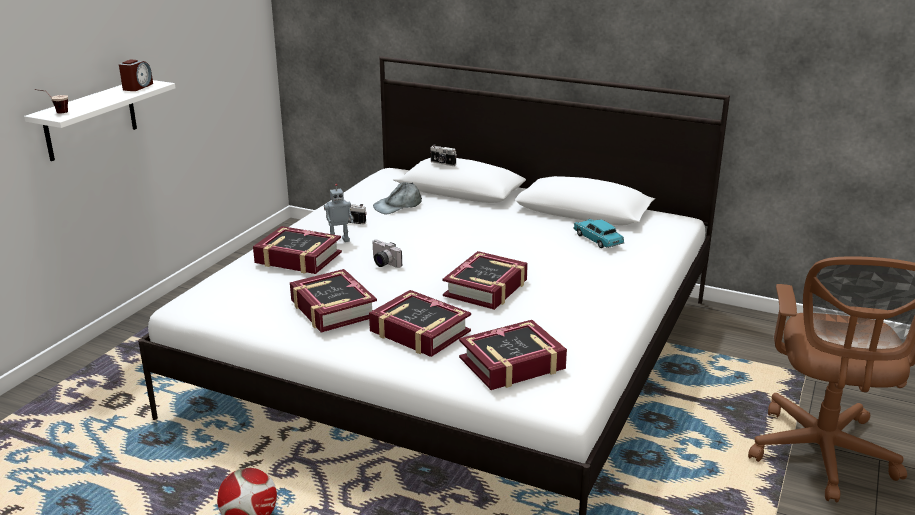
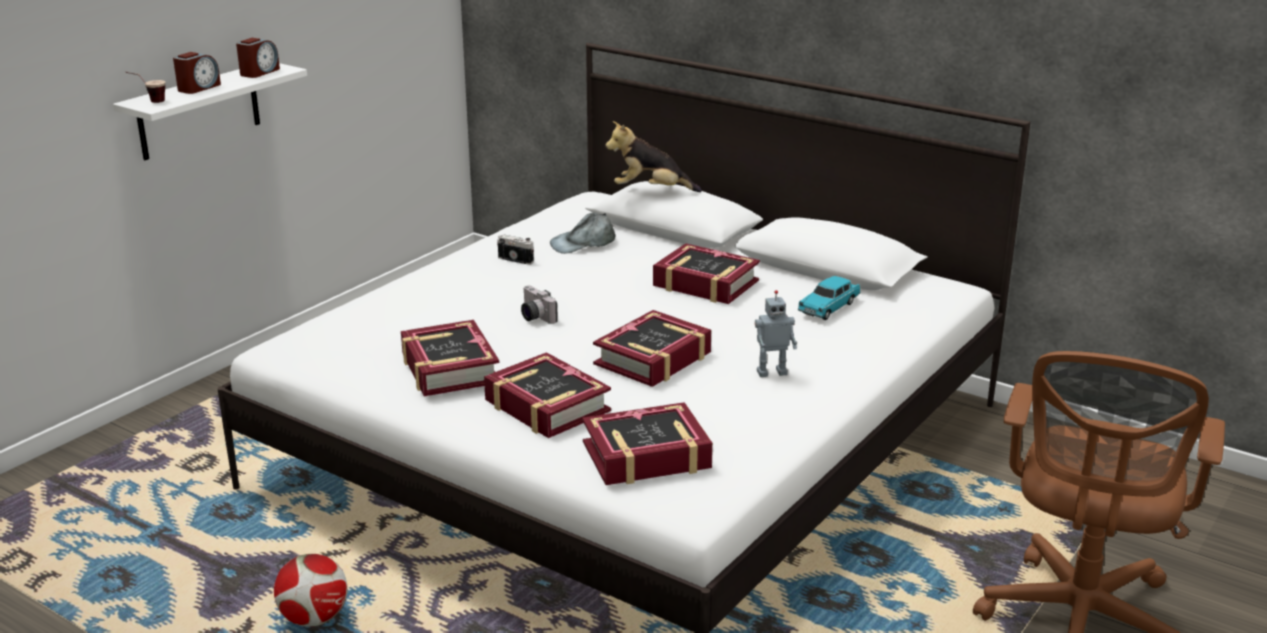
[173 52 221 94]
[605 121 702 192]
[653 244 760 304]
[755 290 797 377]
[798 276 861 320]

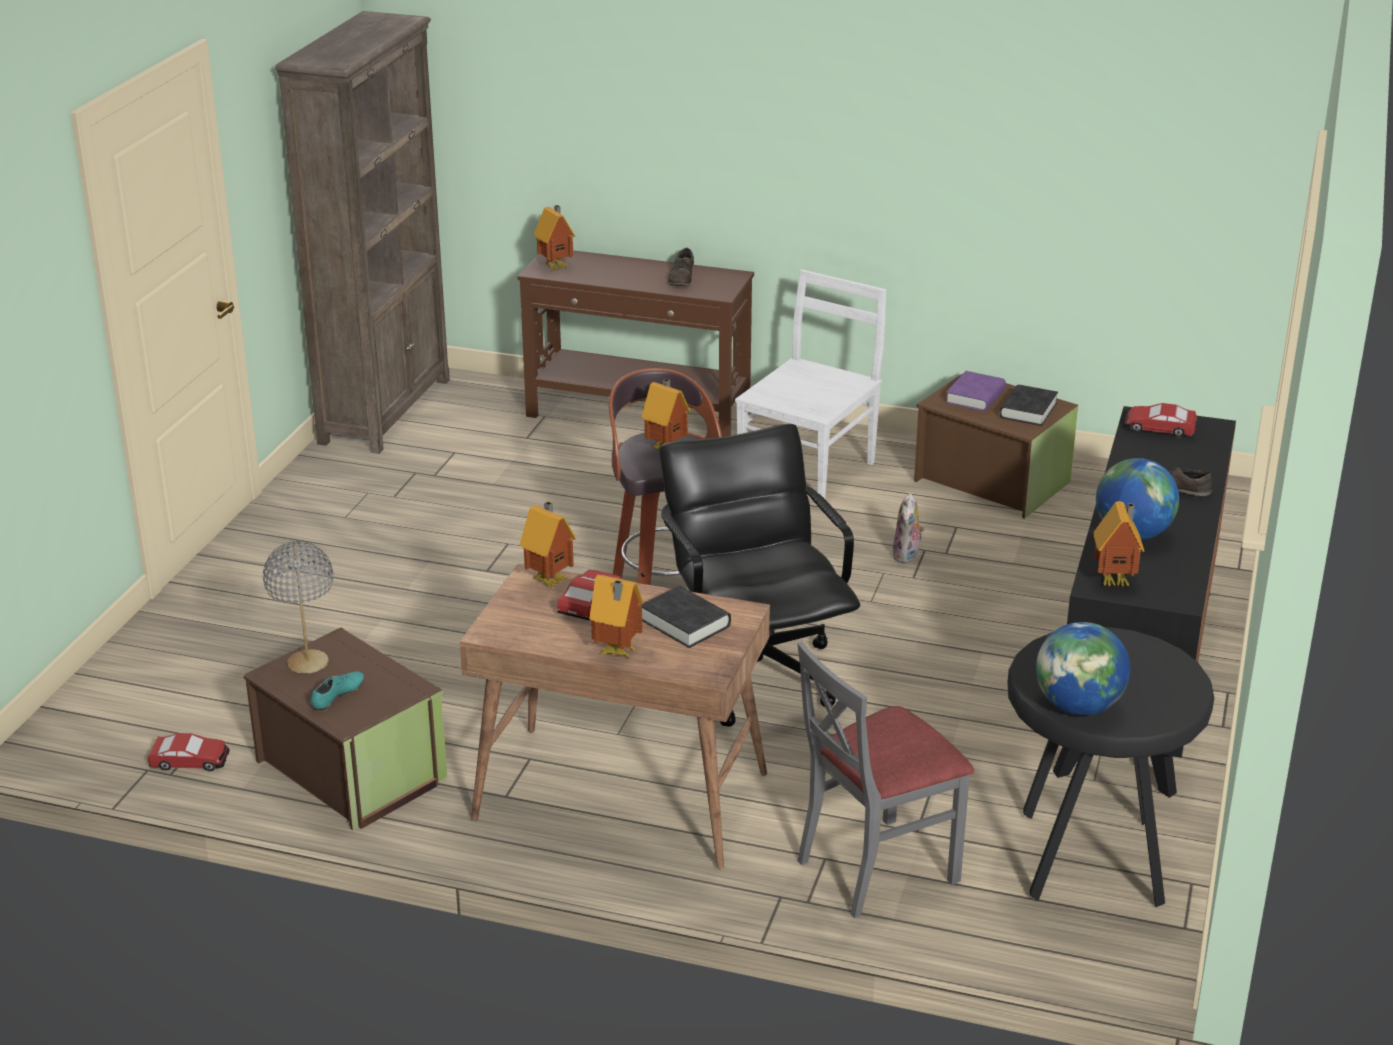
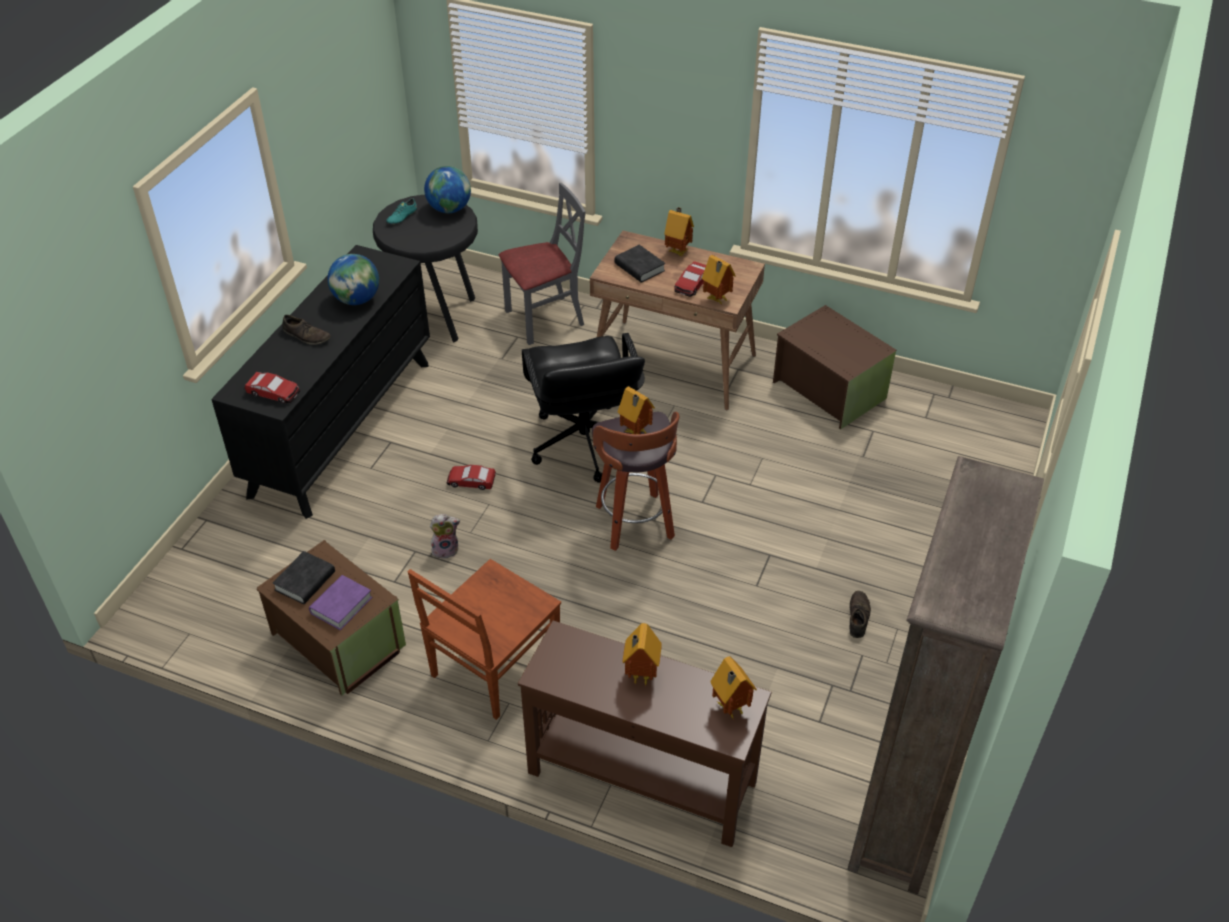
[386 198 417 225]
[408 559 561 720]
[430 514 460 560]
[447 465 496 490]
[623 623 661 686]
[849 591 871 638]
[263 541 333 674] (first image)

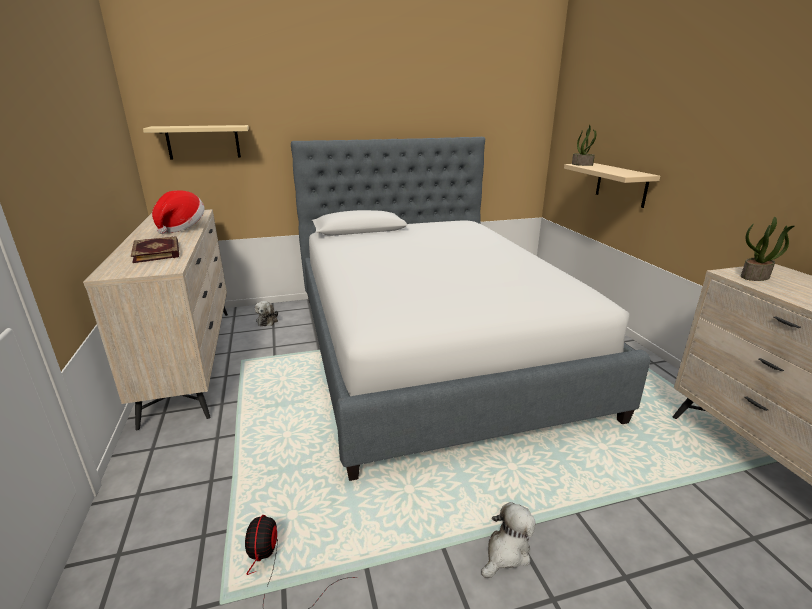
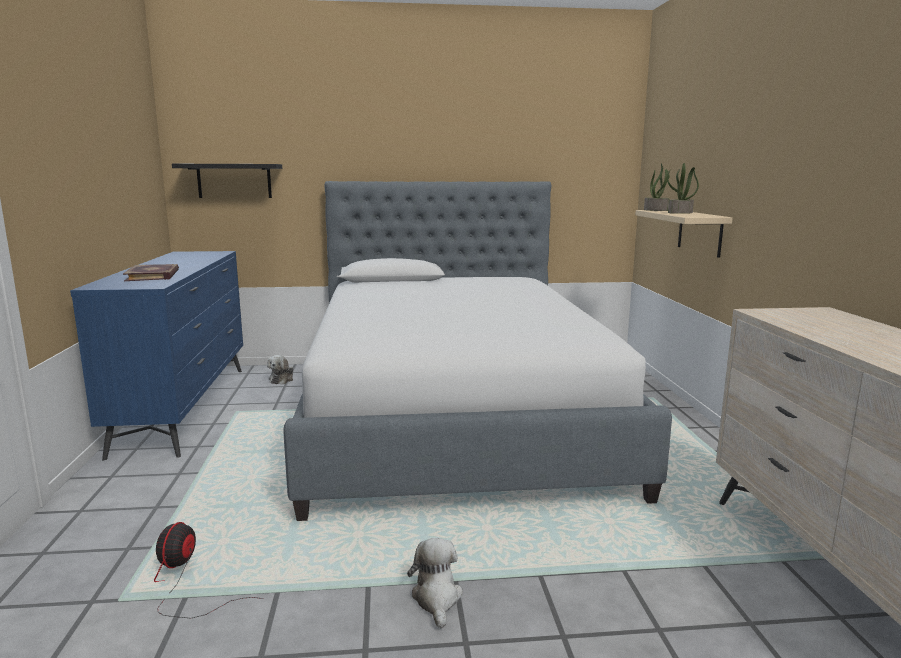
[70 251 243 460]
[172 164 282 198]
[407 538 463 629]
[667 163 699 214]
[152 190 205 234] (first image)

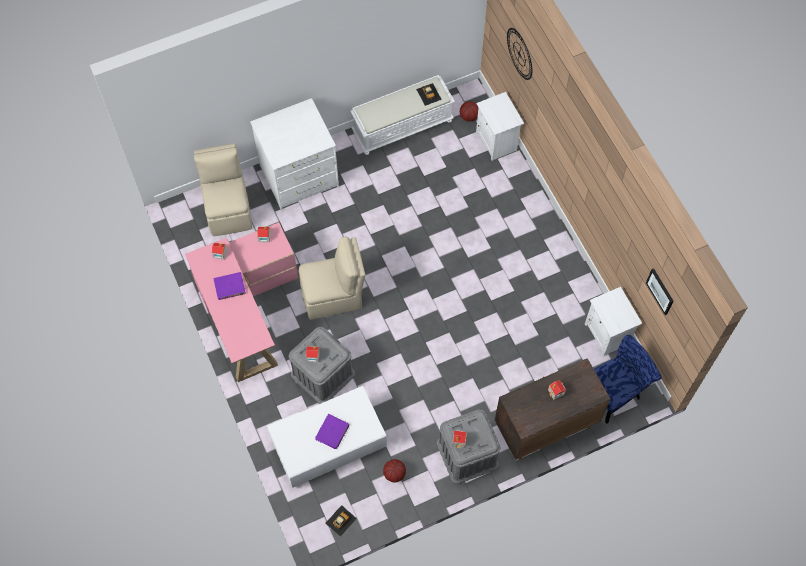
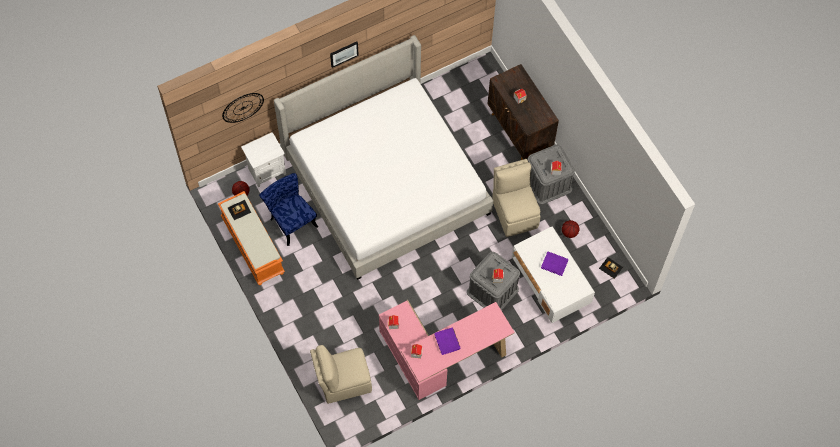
[218 191 285 285]
[259 173 318 246]
[274 35 493 280]
[330 42 359 68]
[492 159 541 237]
[250 98 339 210] (first image)
[585 287 642 357] (first image)

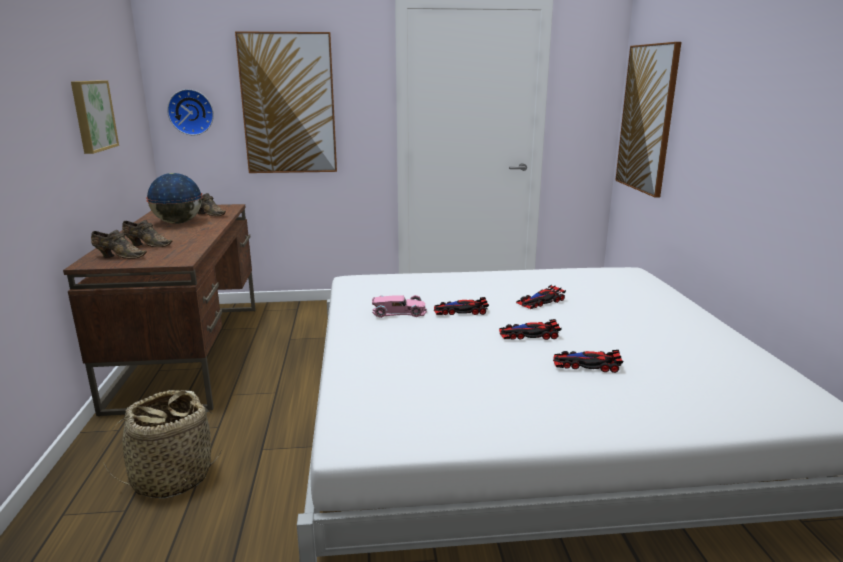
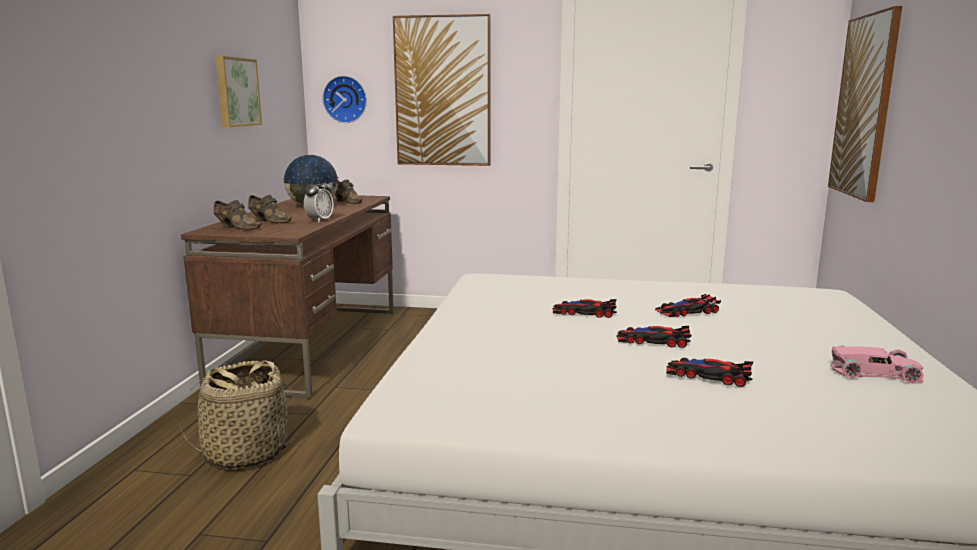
[304 178 334 223]
[830 345 924 384]

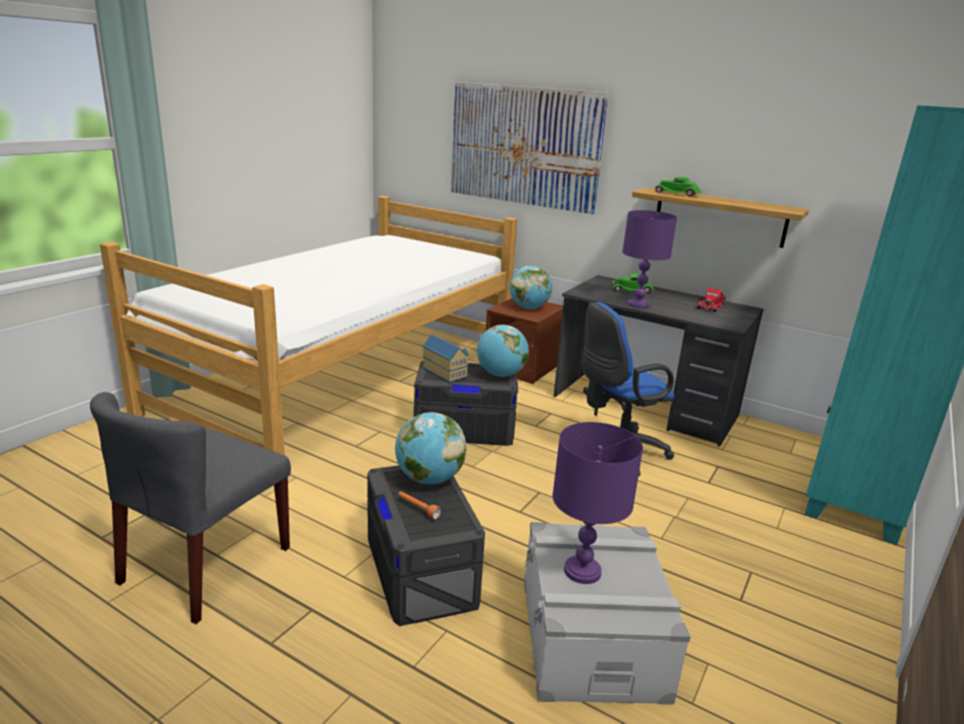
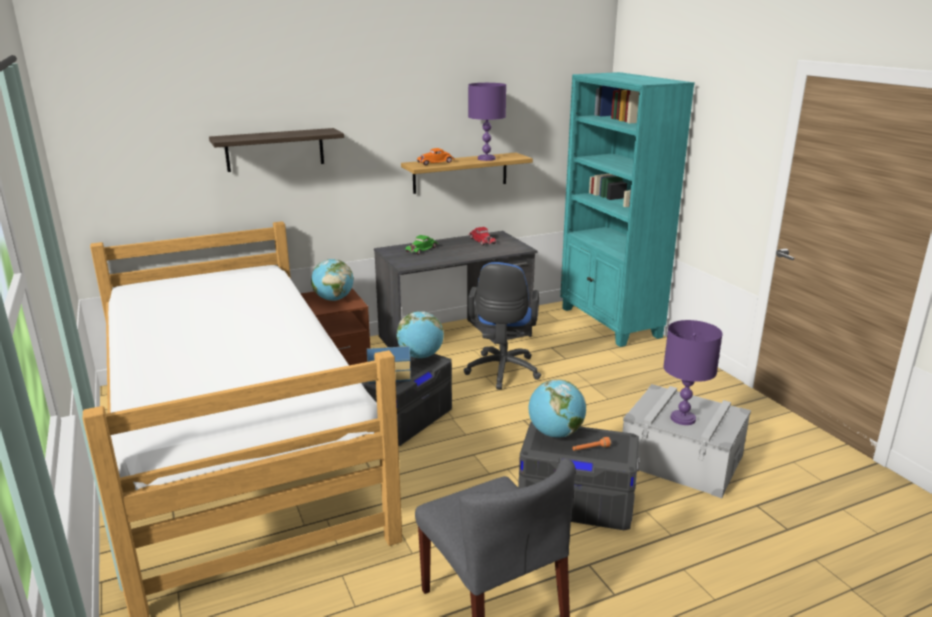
[209 128 344 172]
[417 148 455 165]
[468 83 506 161]

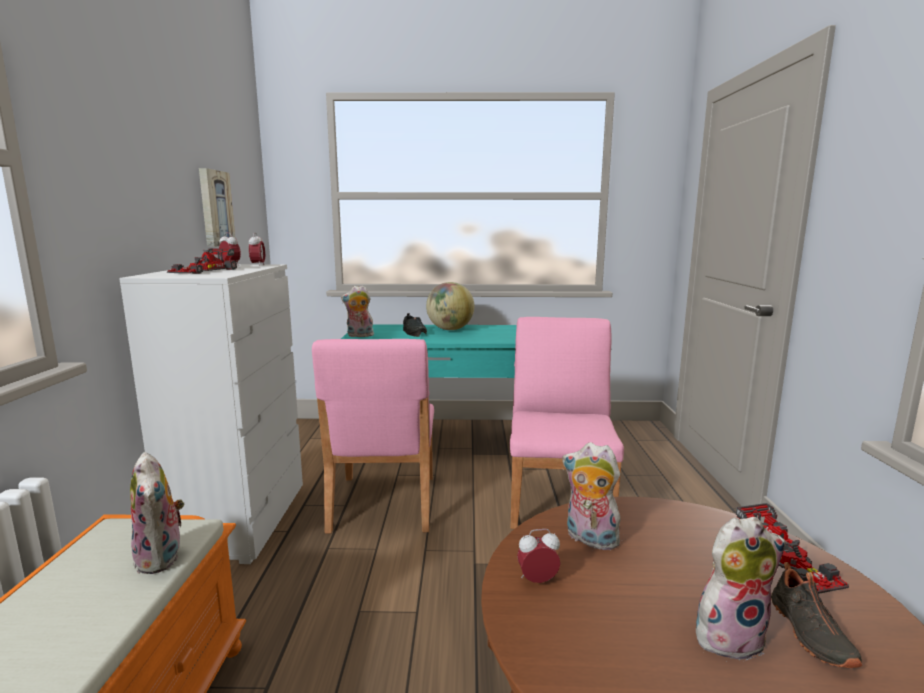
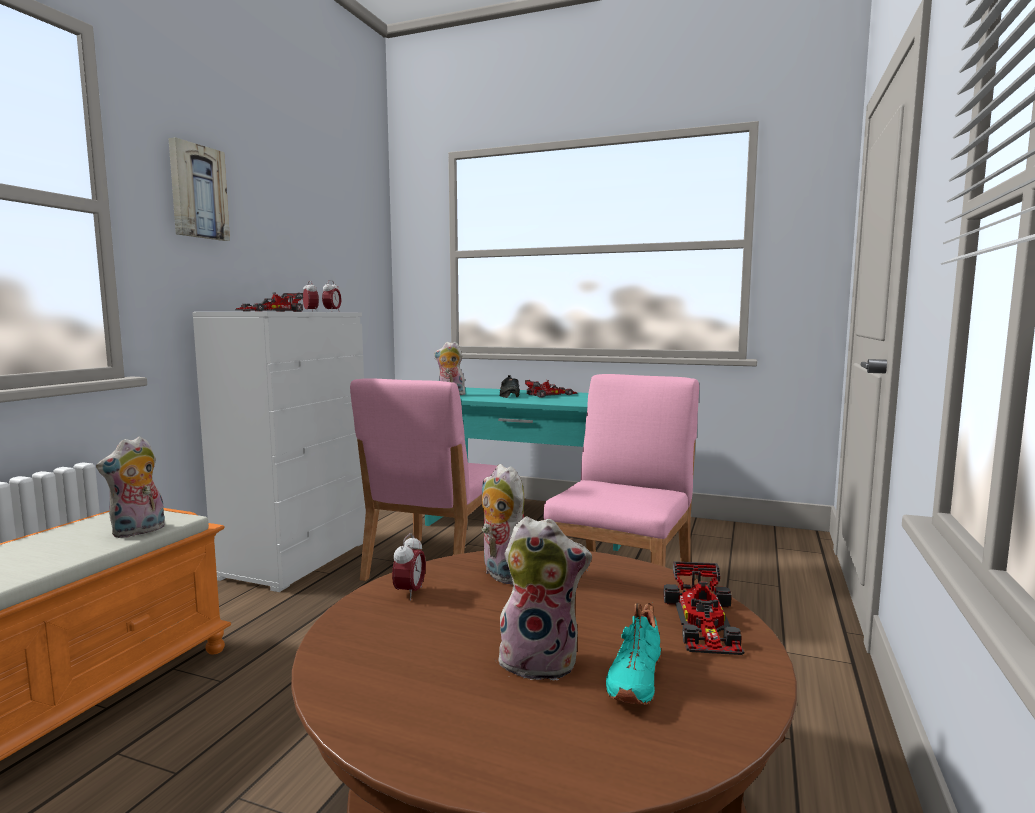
[96 436 165 538]
[169 137 230 241]
[392 533 426 600]
[525 380 577 397]
[606 603 661 705]

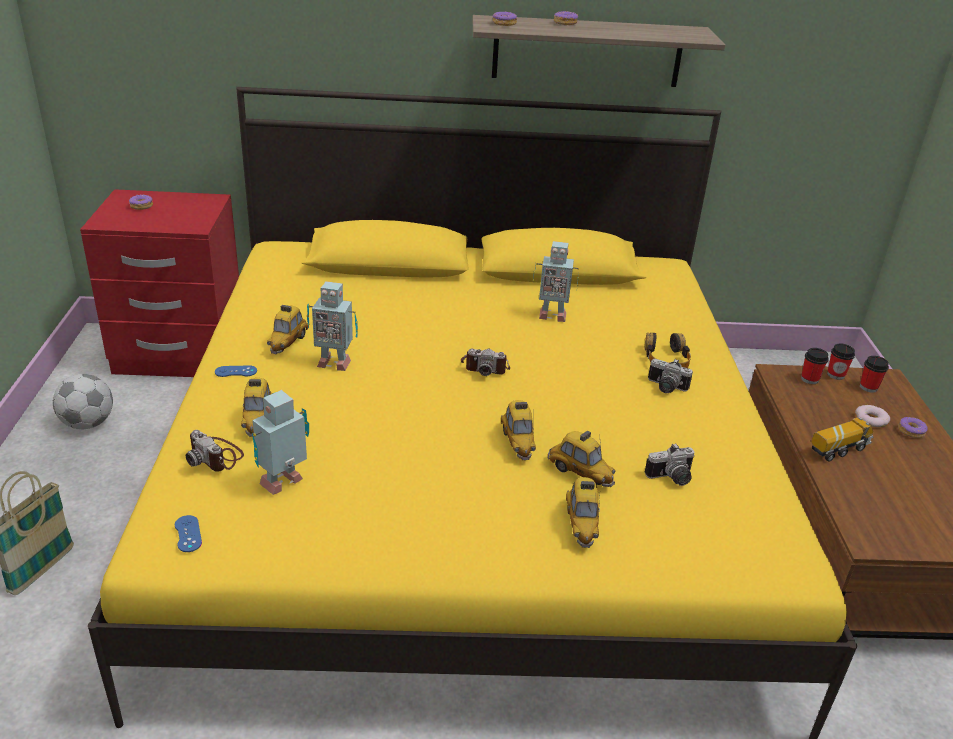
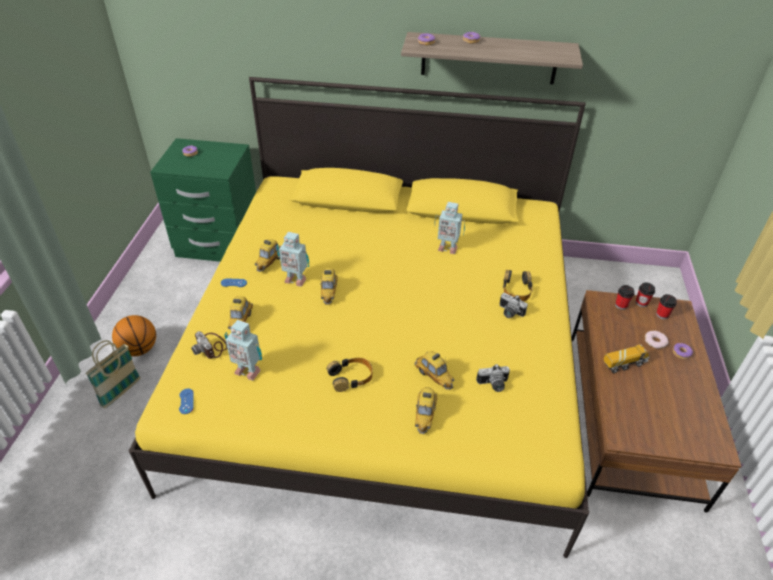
[112 315 156 357]
[150 138 256 262]
[224 320 262 381]
[320 268 338 305]
[326 358 373 392]
[53 374 113 429] (first image)
[461 348 510 376] (first image)

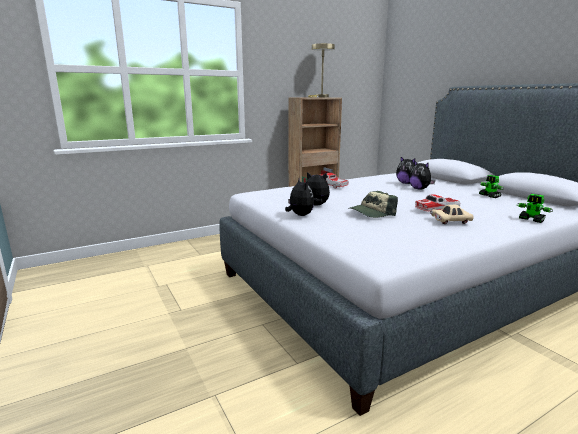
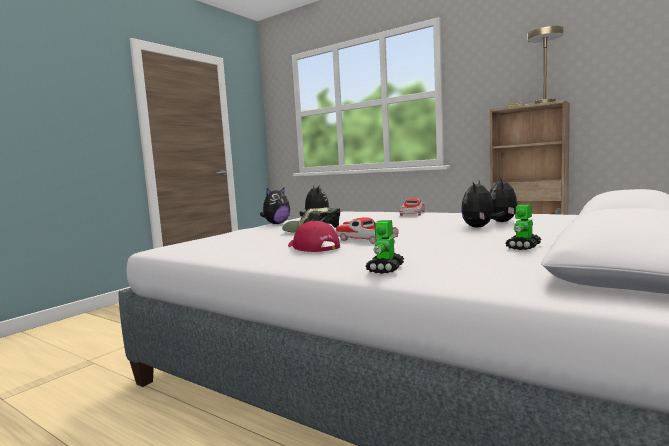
[288 221 340 252]

